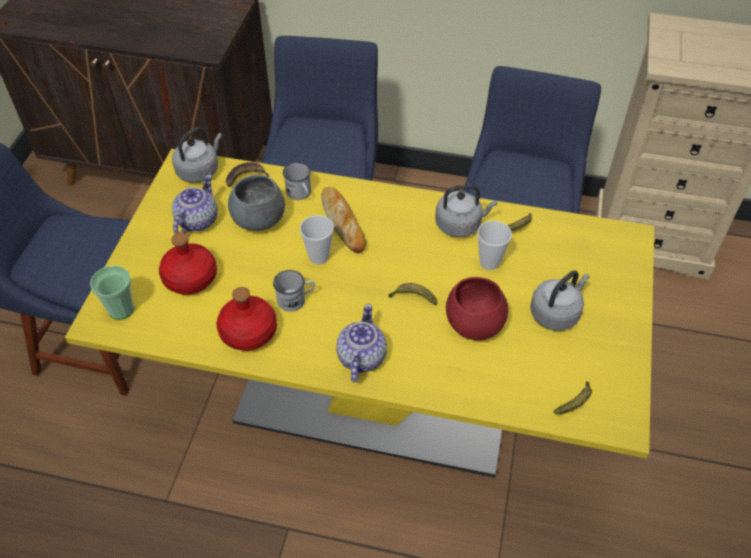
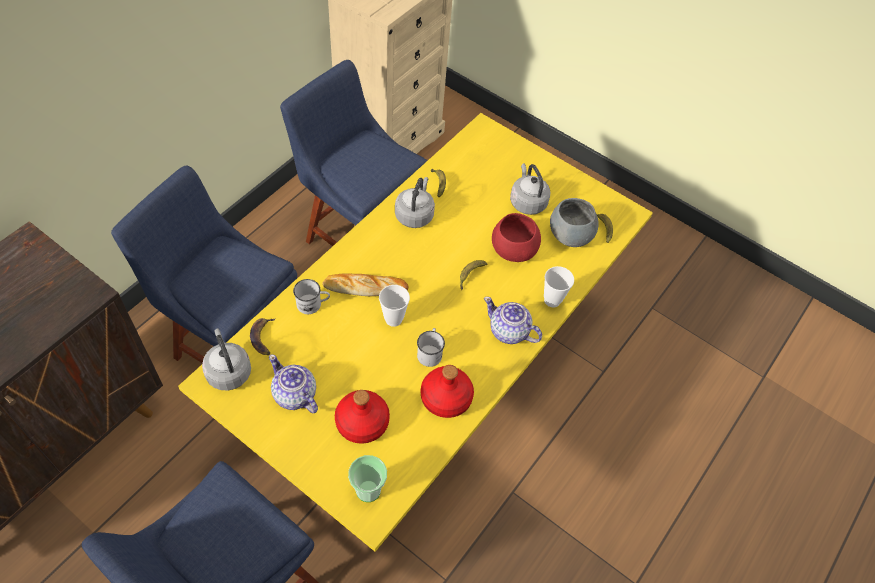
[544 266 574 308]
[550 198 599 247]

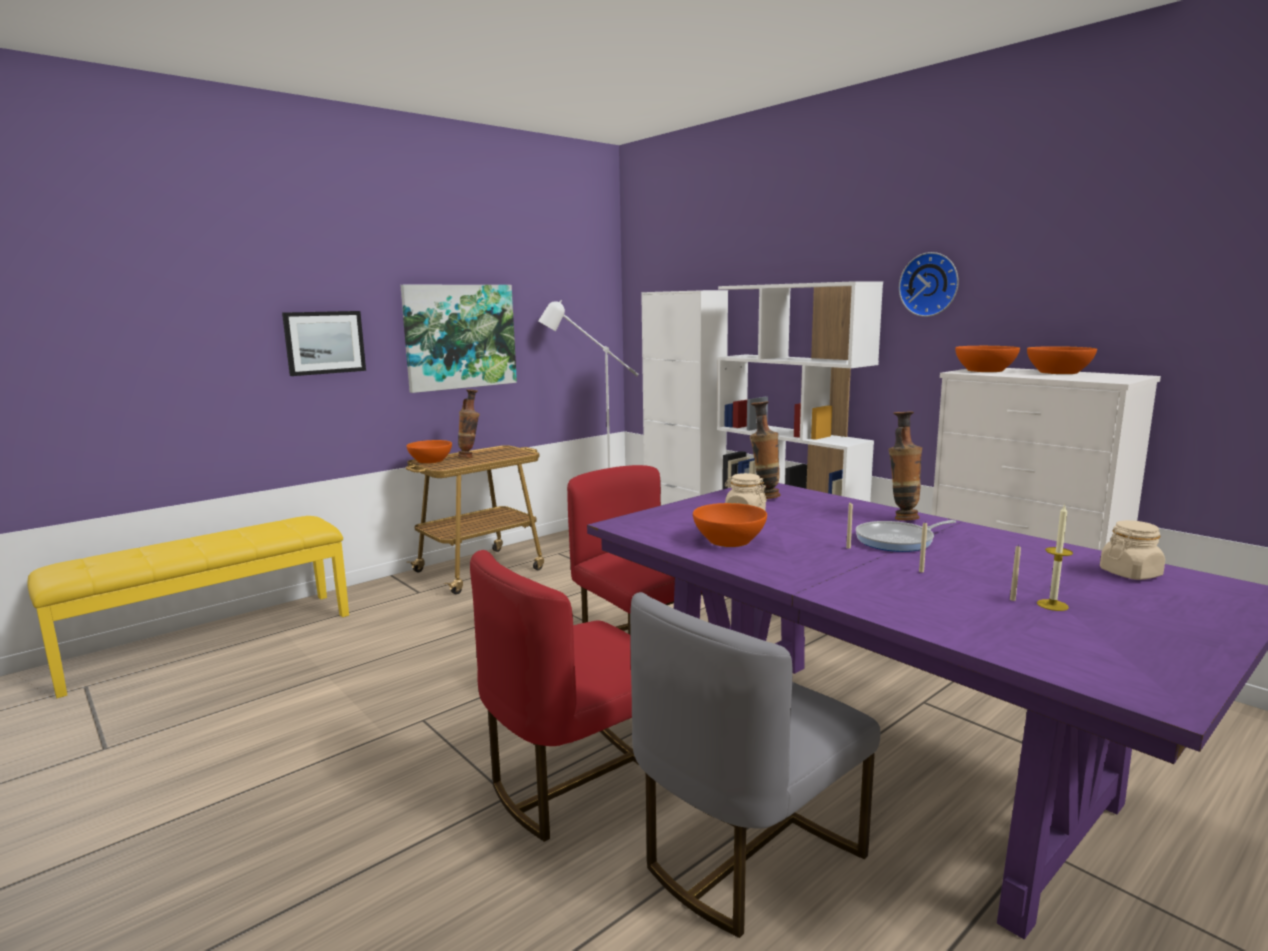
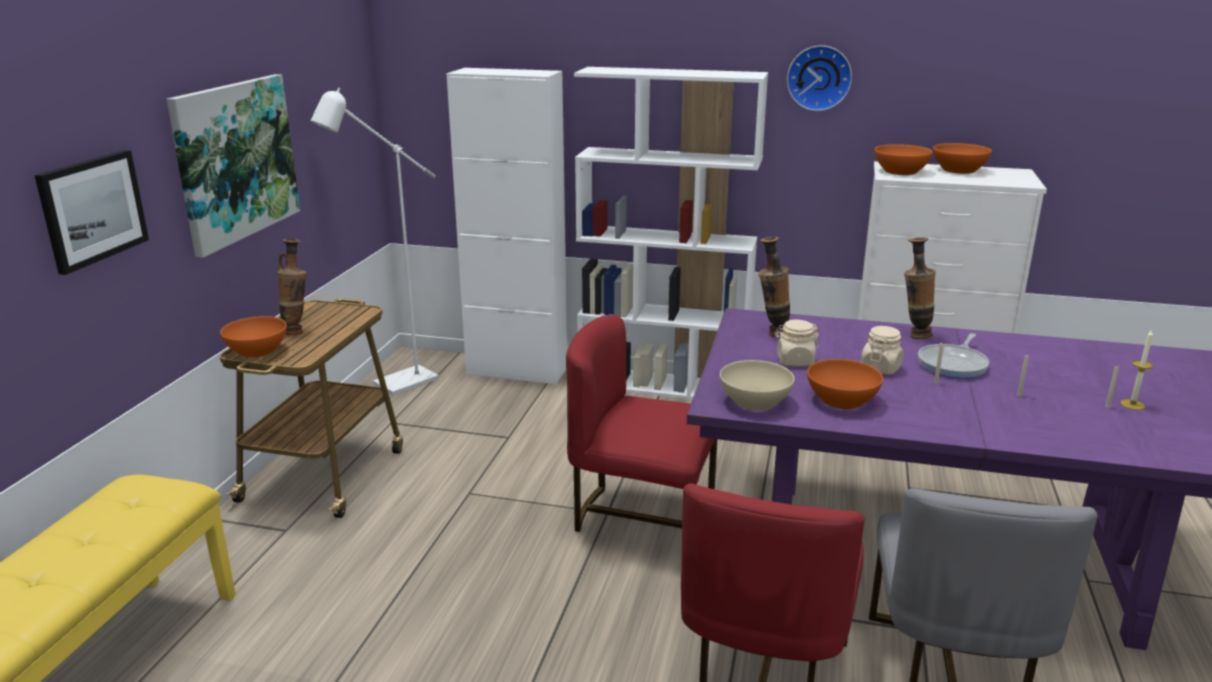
[720 360 795 411]
[861 326 903 375]

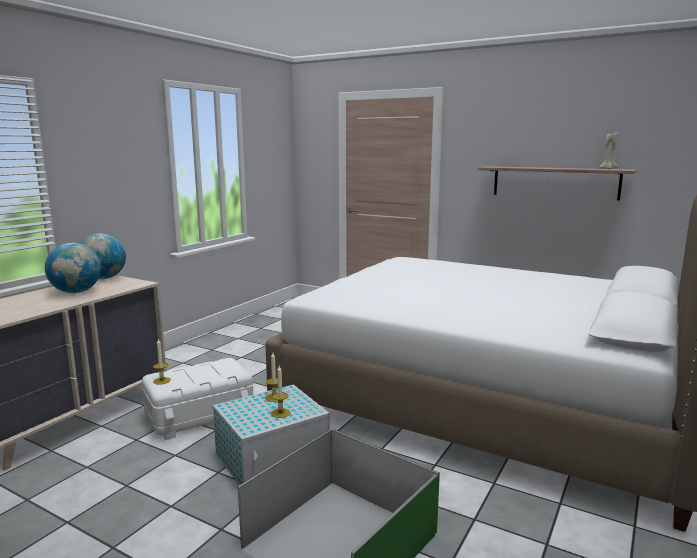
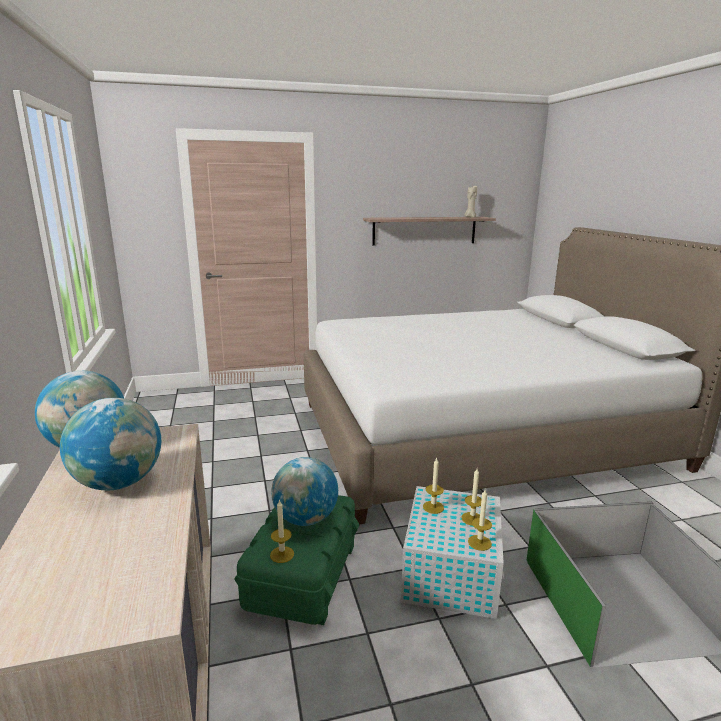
[234 495 360 625]
[271 457 338 526]
[468 490 492 551]

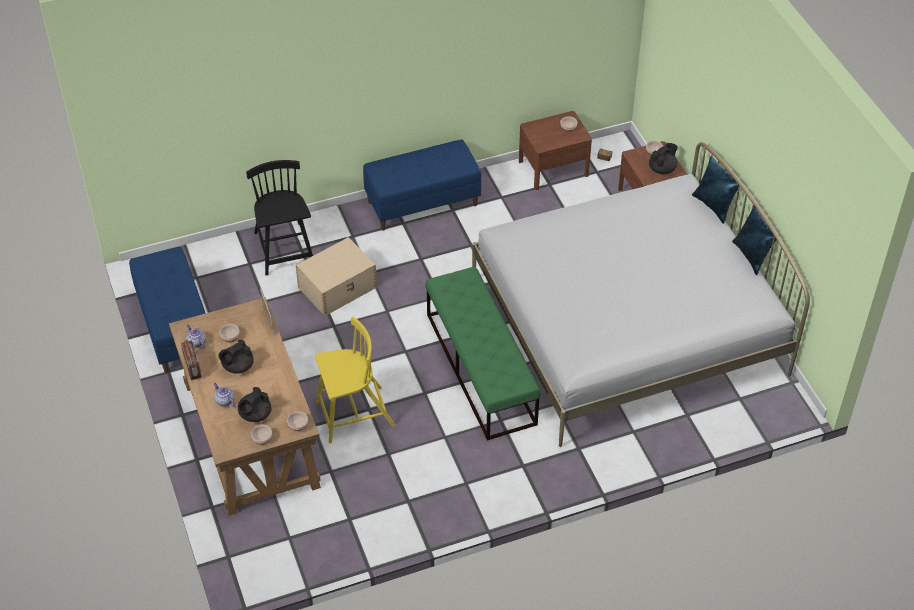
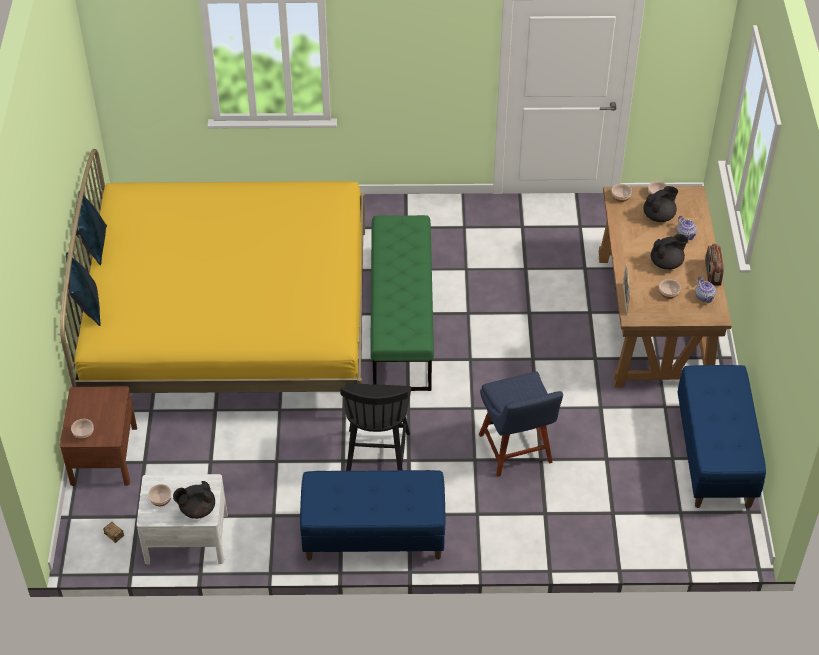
[60 149 365 393]
[136 474 228 565]
[173 481 215 519]
[340 383 411 471]
[479 372 563 477]
[315 317 395 443] (first image)

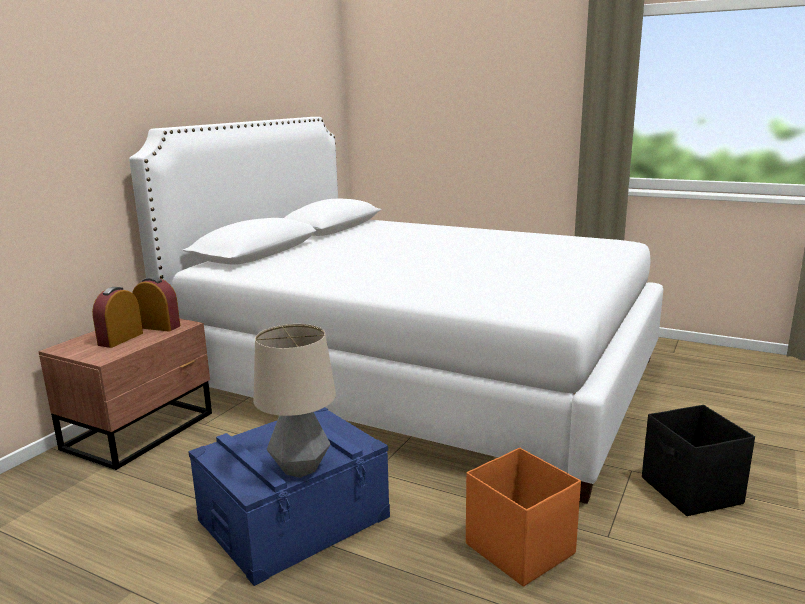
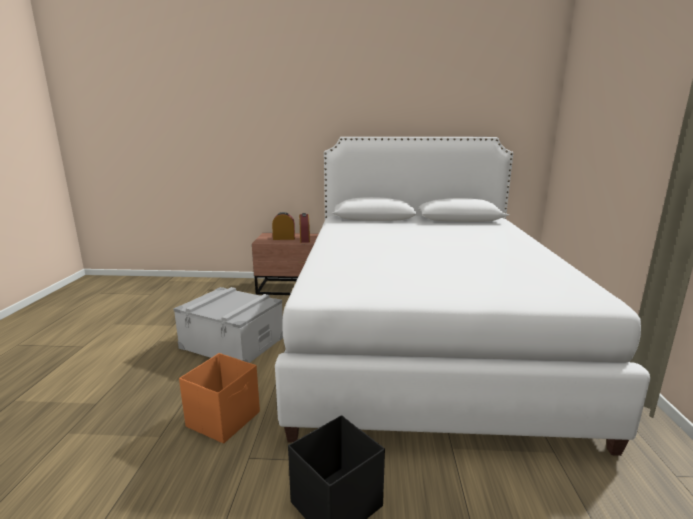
[173 287 283 363]
[254 324 336 478] (first image)

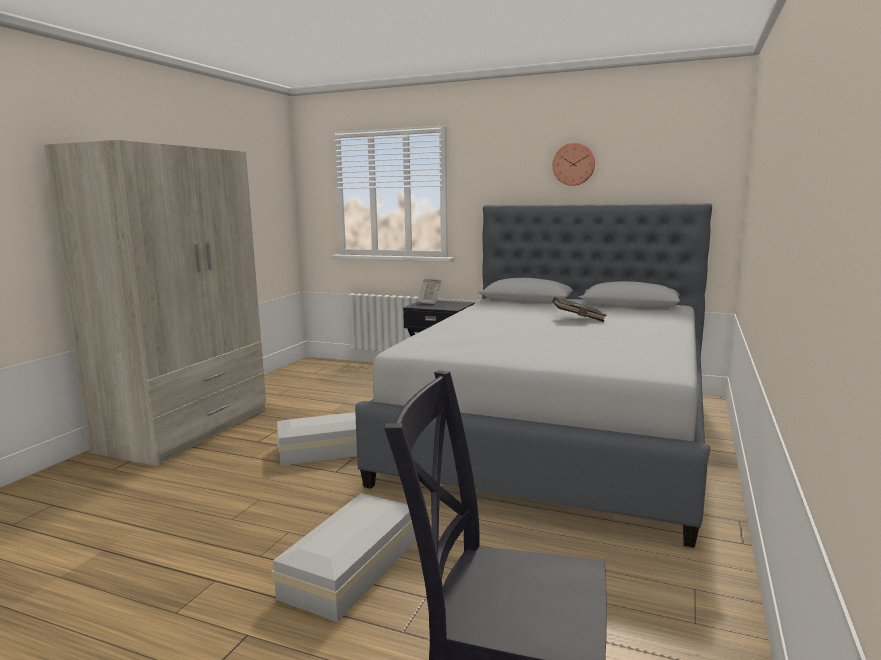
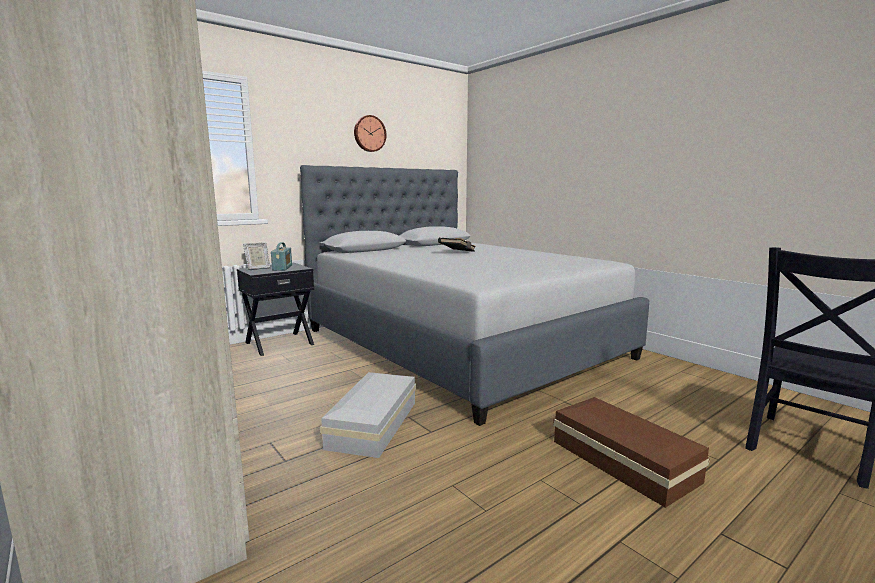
[271 242 292 271]
[553 397 710 508]

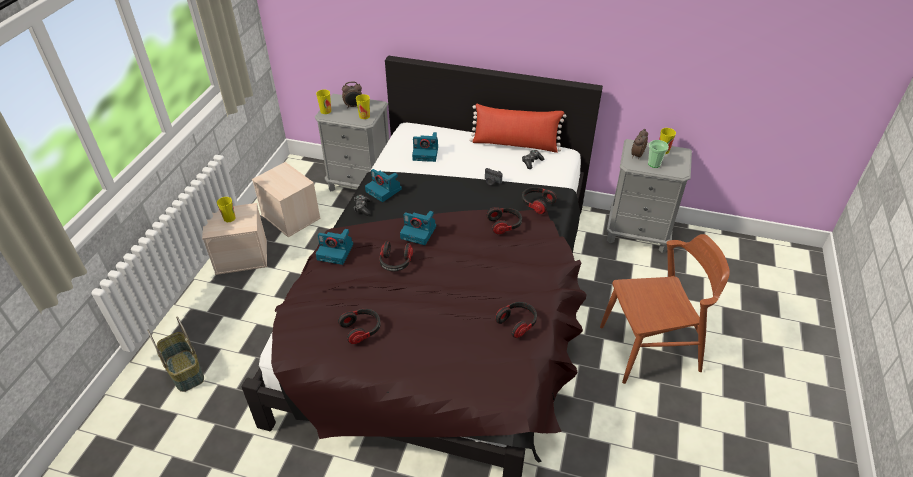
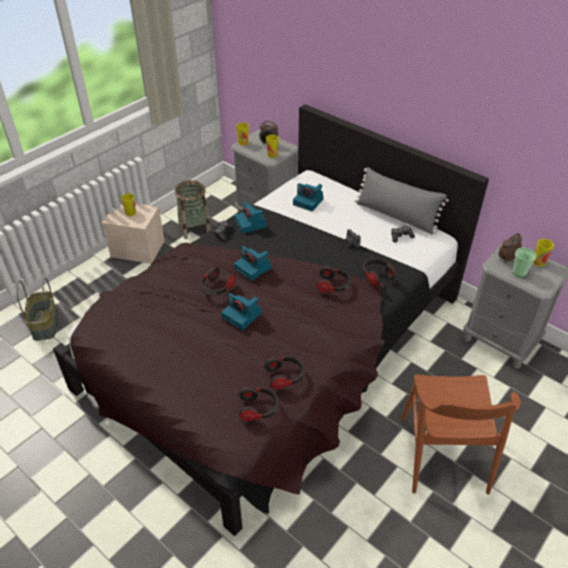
[175 180 211 239]
[221 293 262 330]
[239 387 279 421]
[355 167 449 235]
[401 374 521 494]

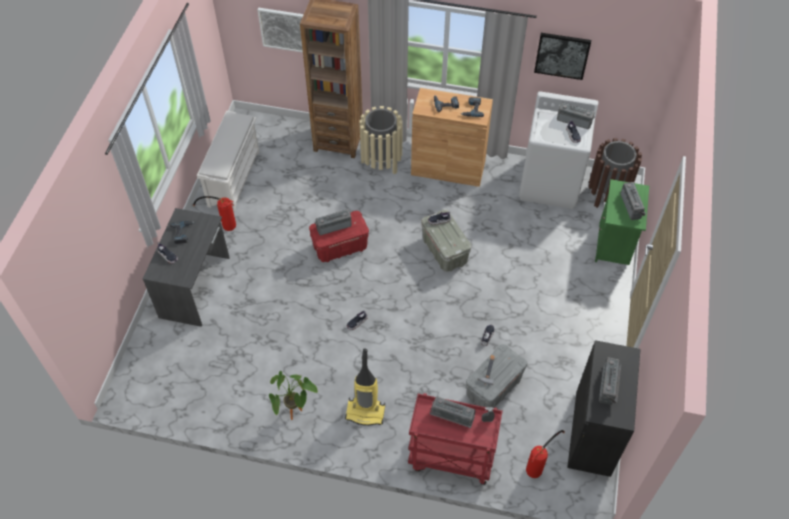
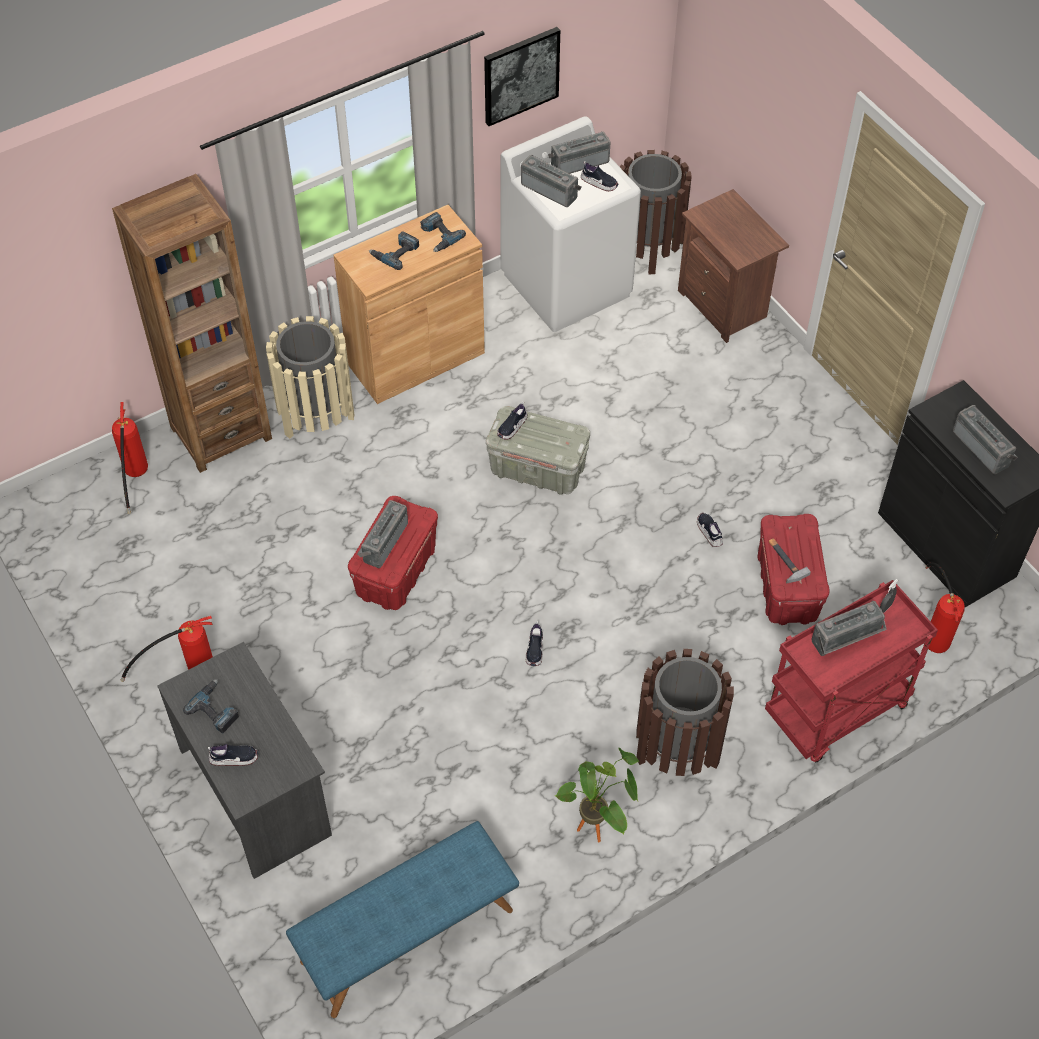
[112 402 148 514]
[286 821 519 1018]
[521 155 581 207]
[636 649 734 776]
[678 189 789 343]
[757 514 829 625]
[197 111 260 212] (first image)
[258 8 304 53] (first image)

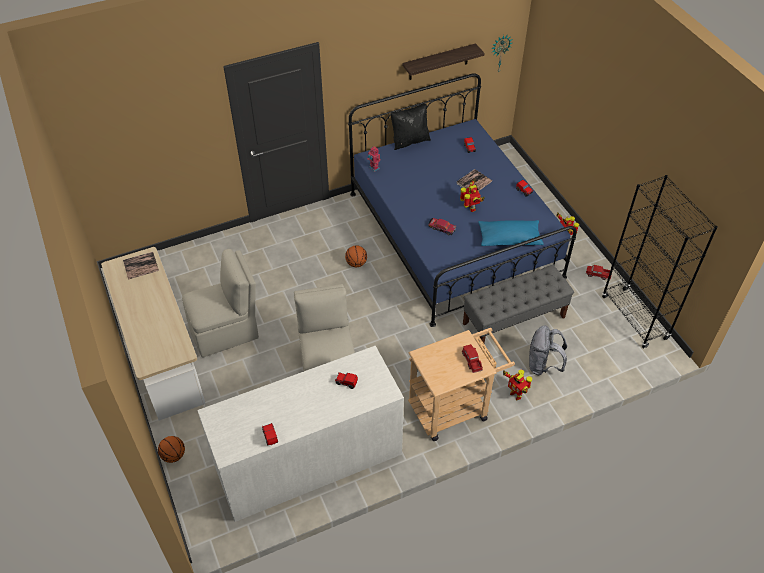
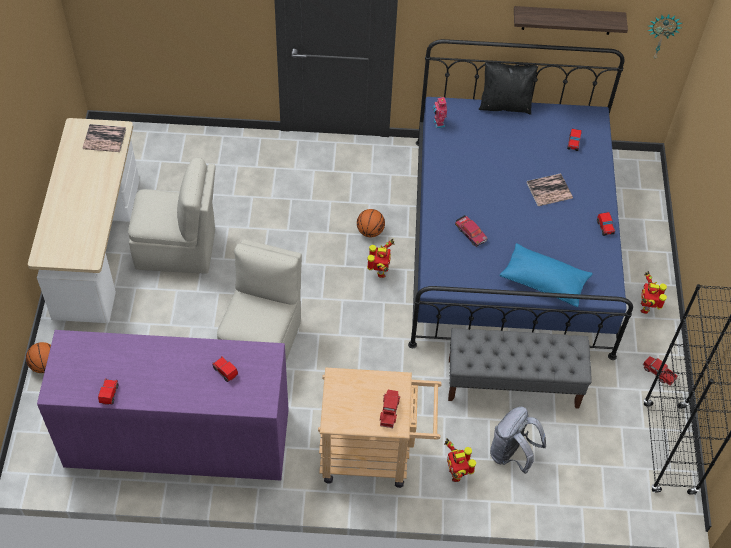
[37 330 289 480]
[367 239 395 278]

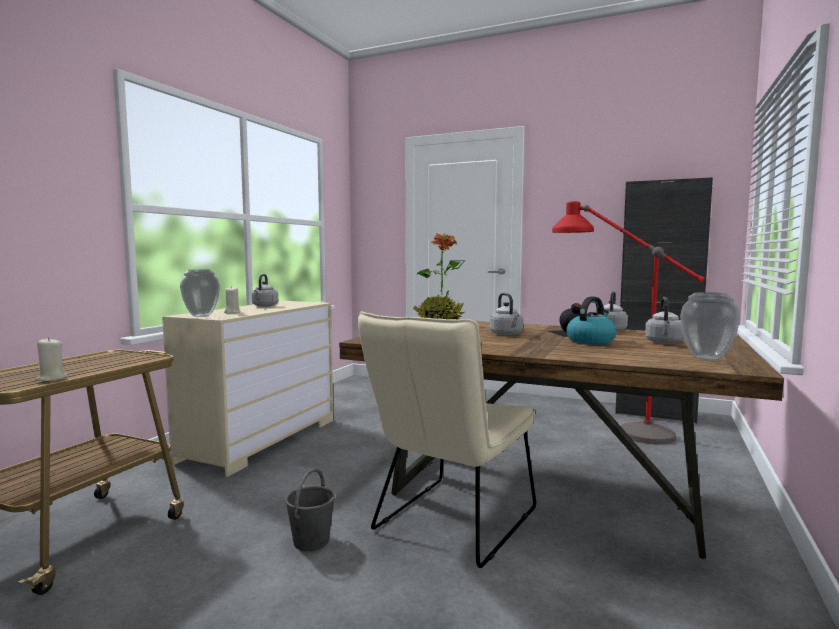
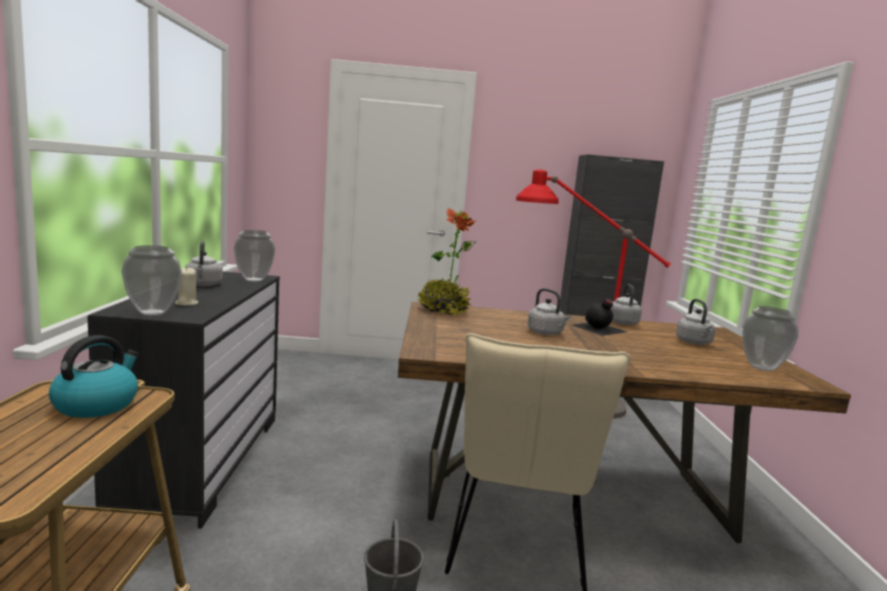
[49 335 139 418]
[87 271 280 528]
[234 230 275 281]
[35 337 68 381] (first image)

